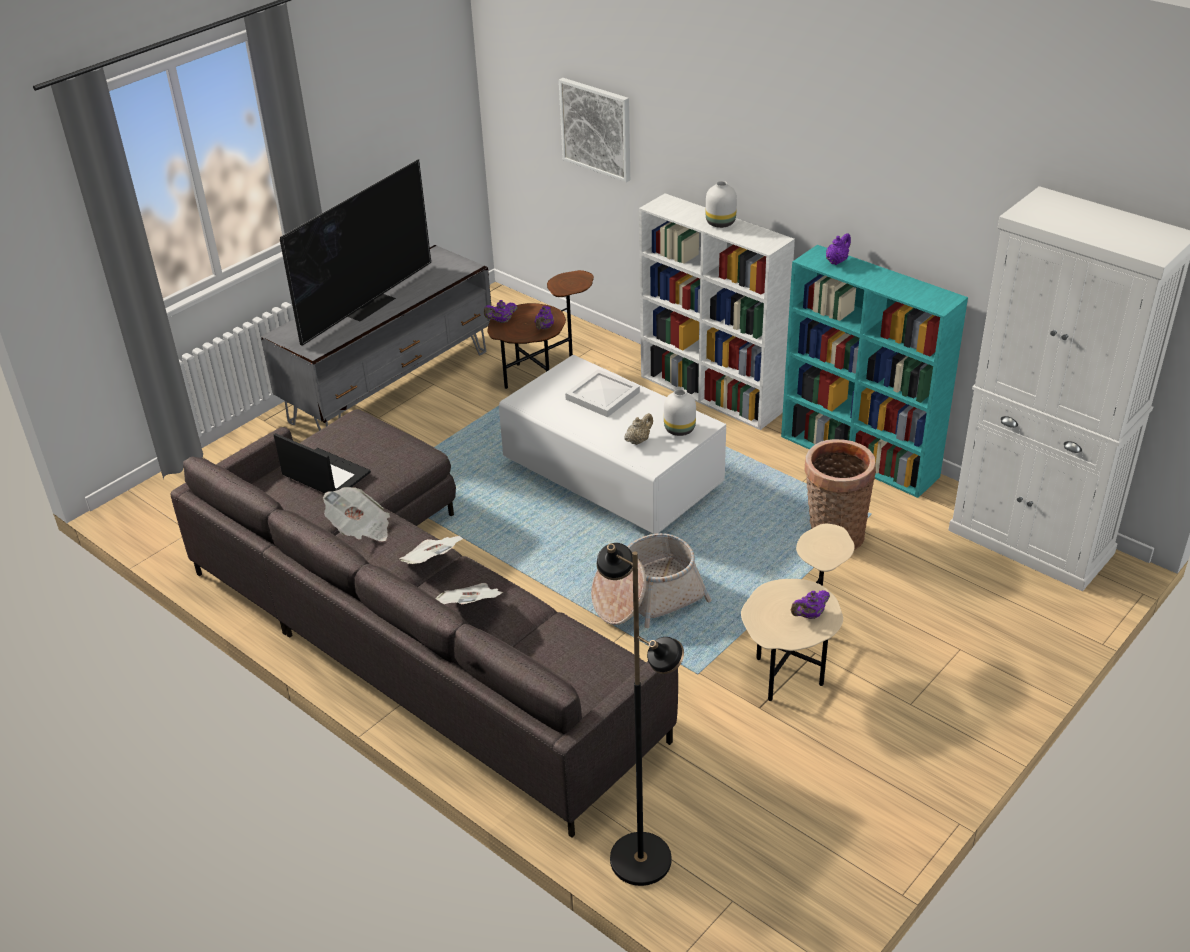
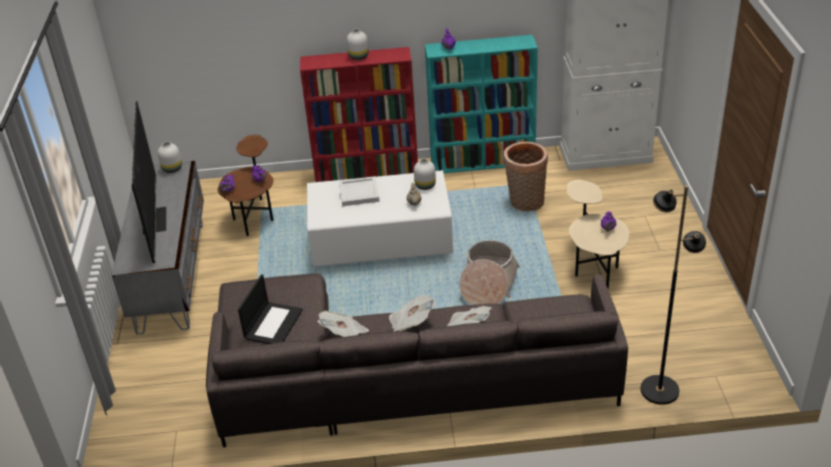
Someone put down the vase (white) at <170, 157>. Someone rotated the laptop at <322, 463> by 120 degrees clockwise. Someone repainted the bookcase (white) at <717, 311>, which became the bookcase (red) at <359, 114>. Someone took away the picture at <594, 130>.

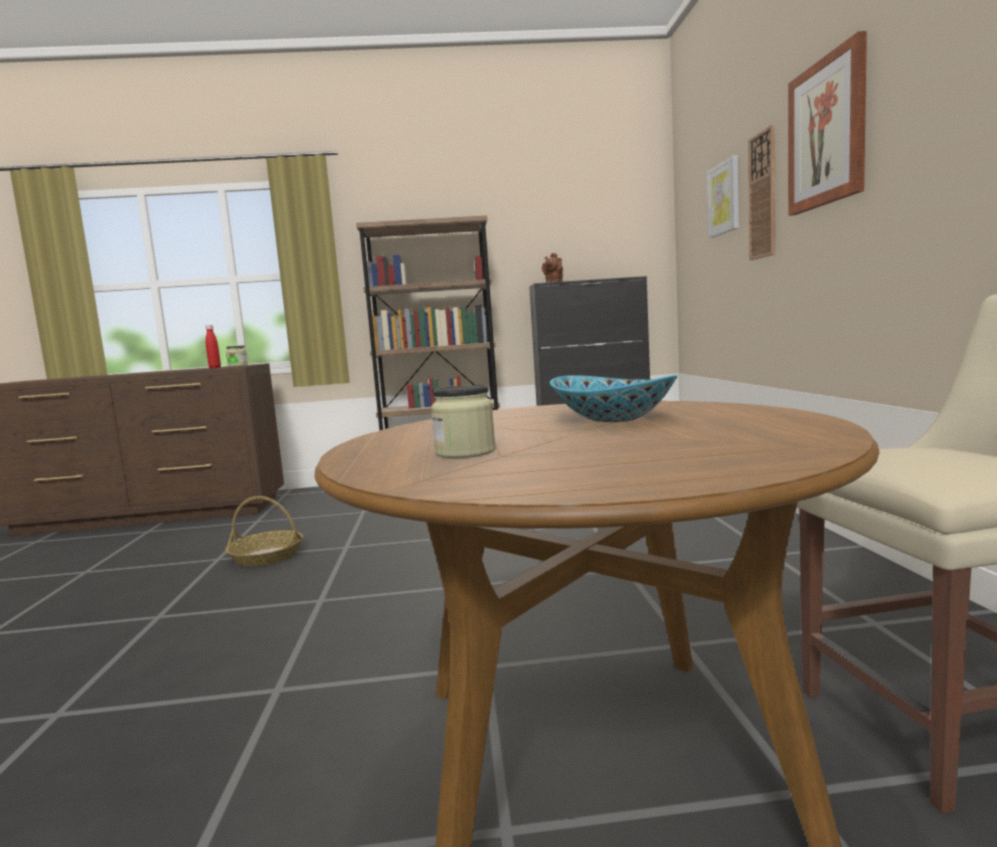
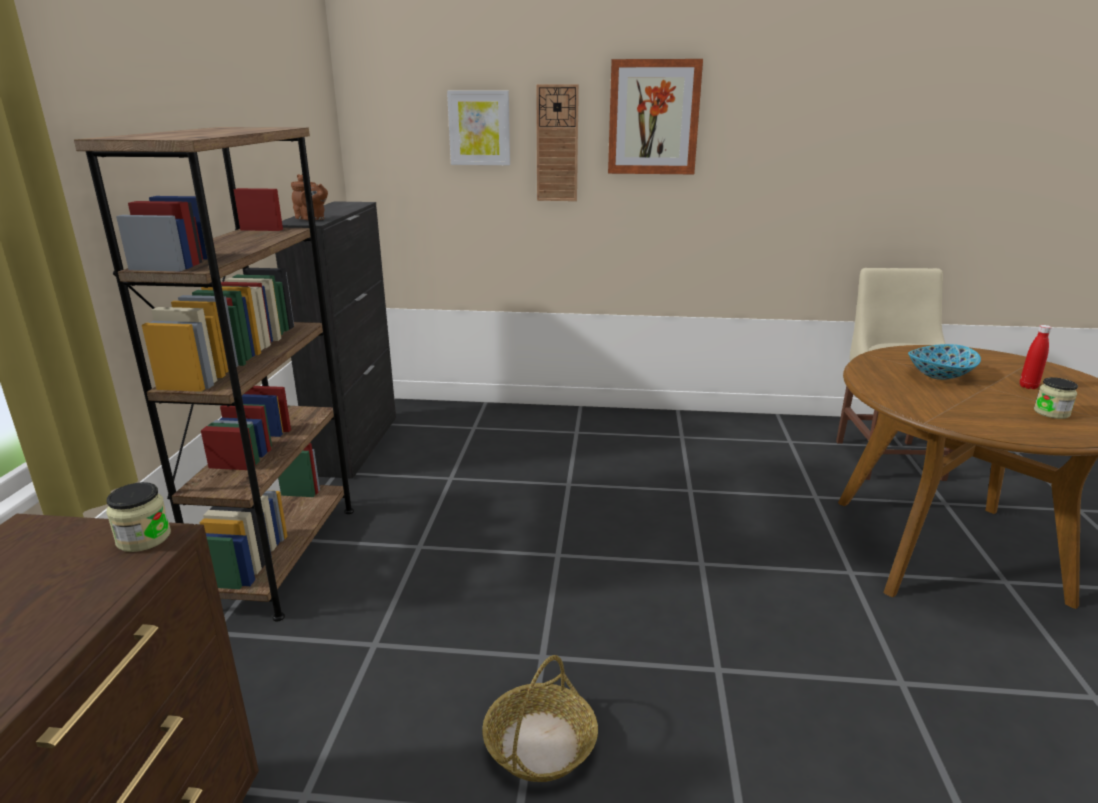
Someone carried the bottle (red) from <213, 346> to <1036, 357>.

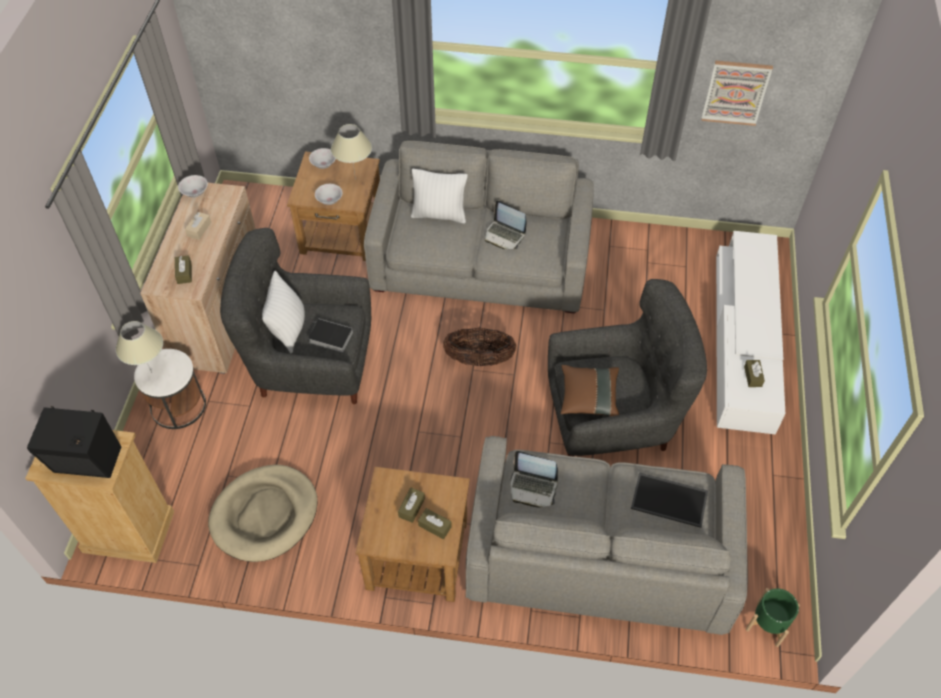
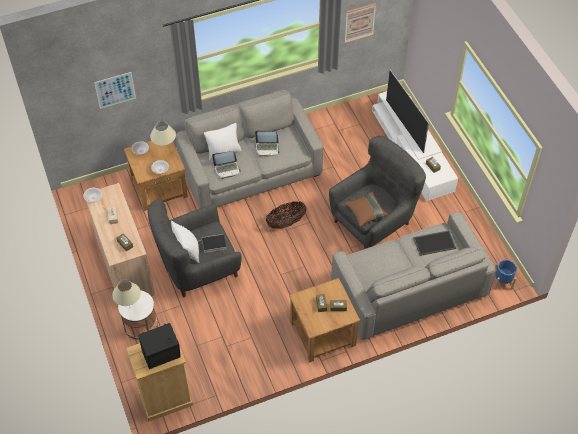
Someone put up the picture at <115, 90>. Someone carried the laptop from <534, 479> to <226, 165>. Someone put down the television at <407, 111>. Someone repainted the planter (green) at <773, 617>, which became the planter (blue) at <505, 274>. Someone took away the dog bed (beige) at <263, 513>.

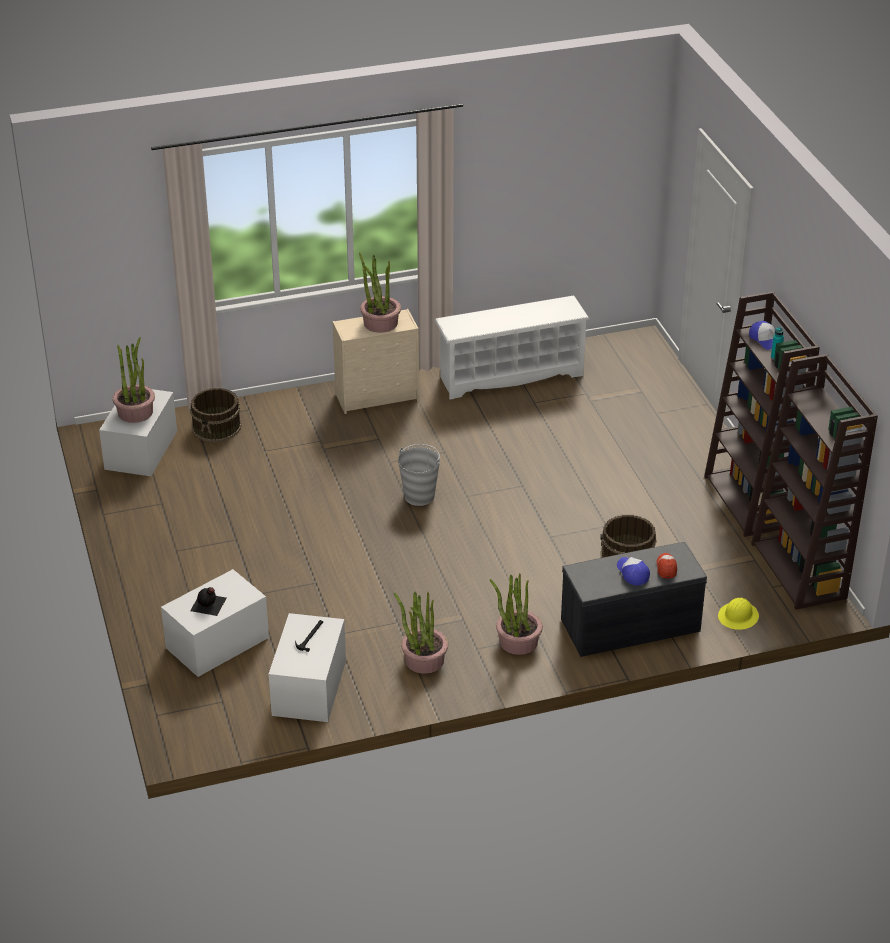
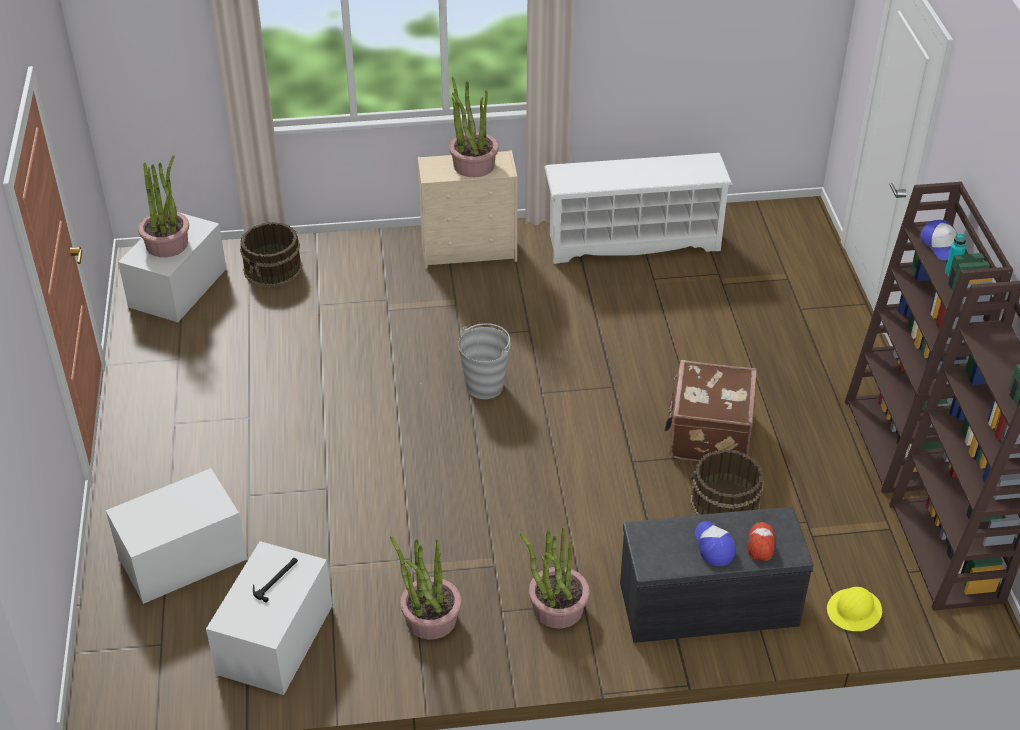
Someone put down the suitcase (brown) at <710, 410>. Someone took away the bottle (black) at <208, 601>.

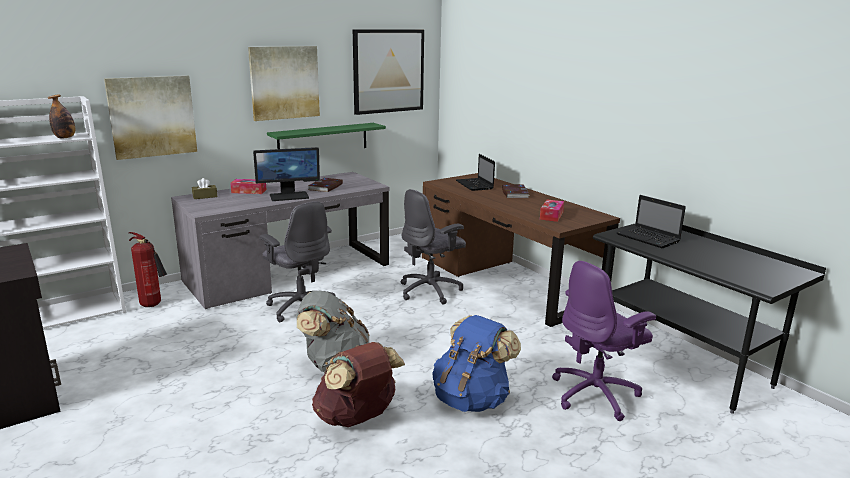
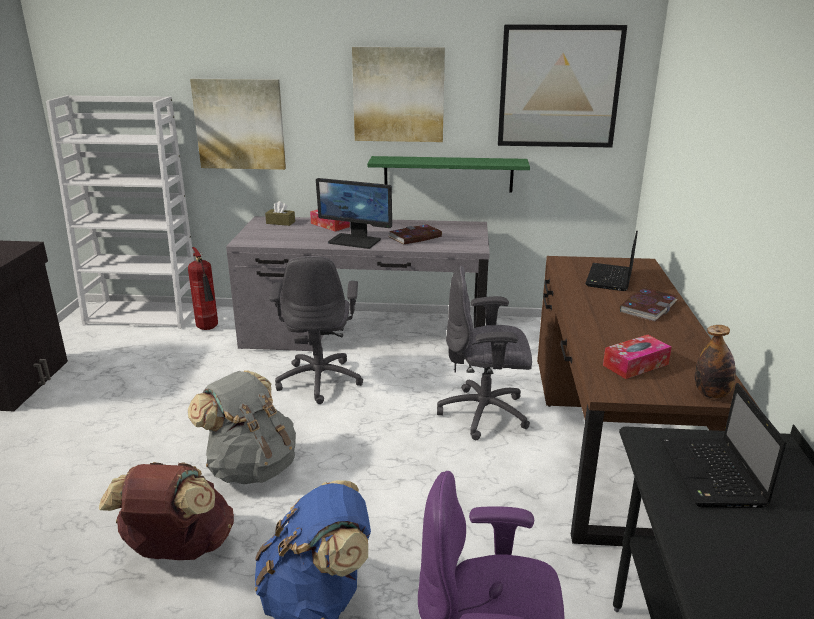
Someone carried the bottle from <61, 117> to <715, 362>.

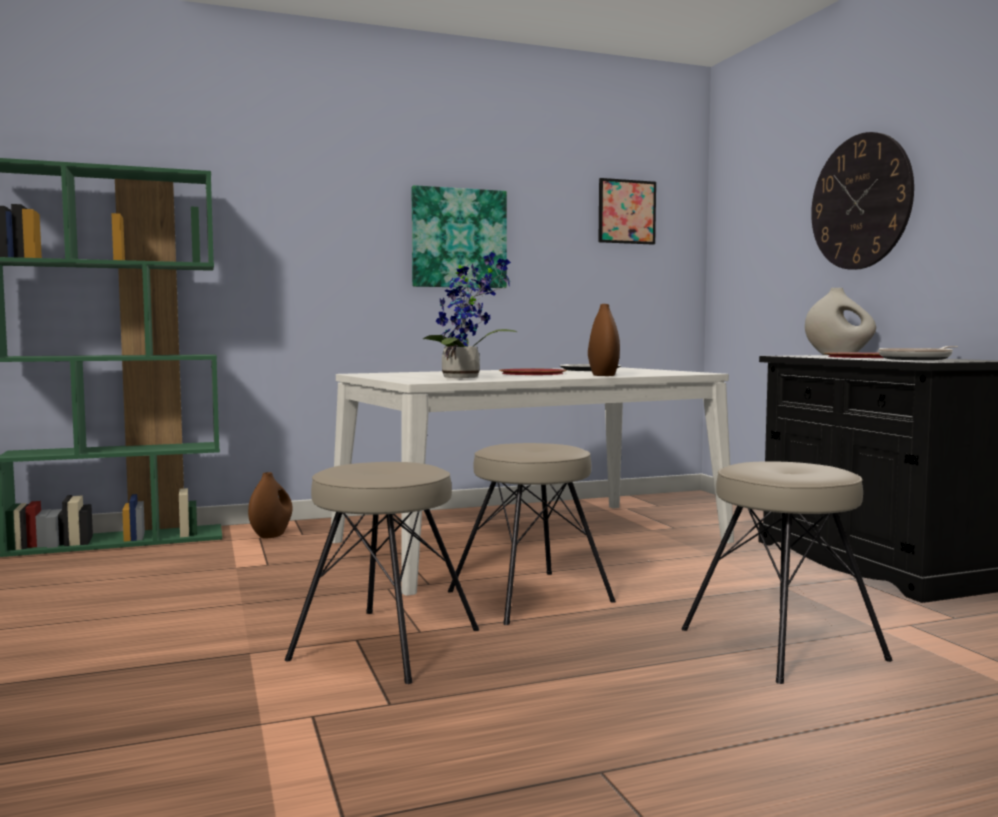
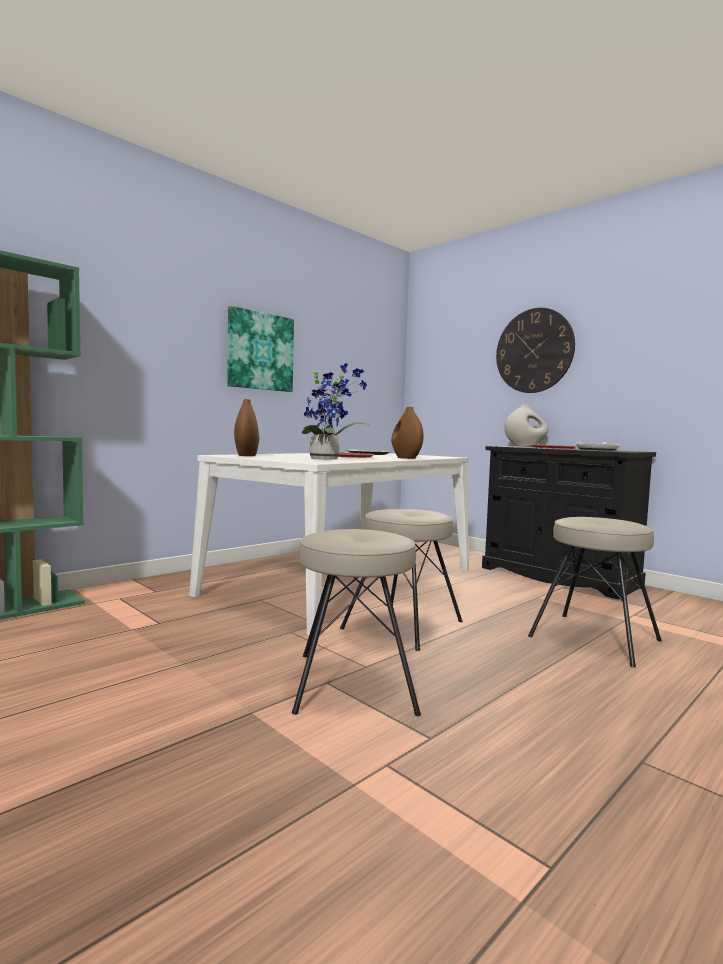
Someone carried the vase (brown) from <270, 505> to <246, 427>. Someone took away the picture at <627, 211>.

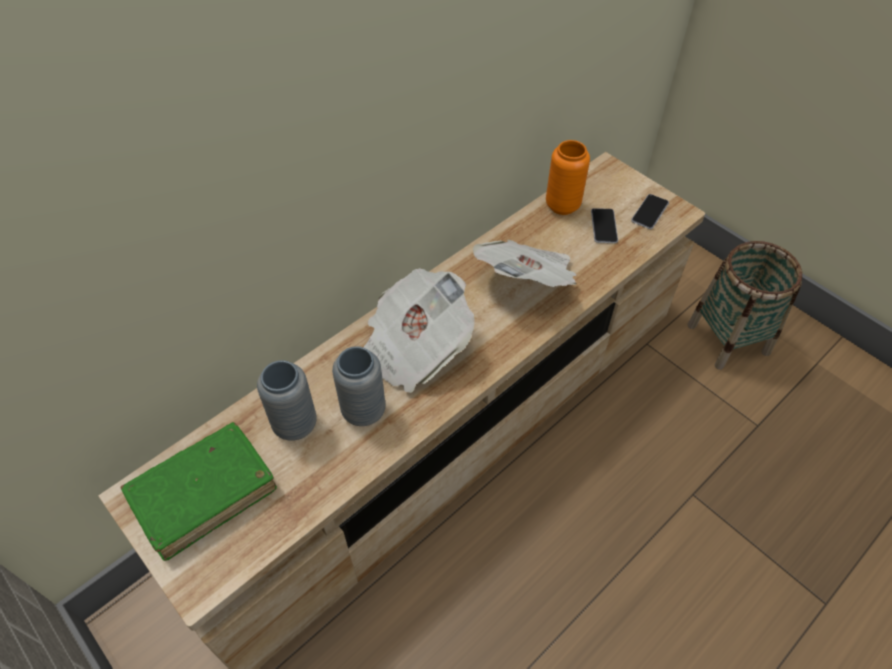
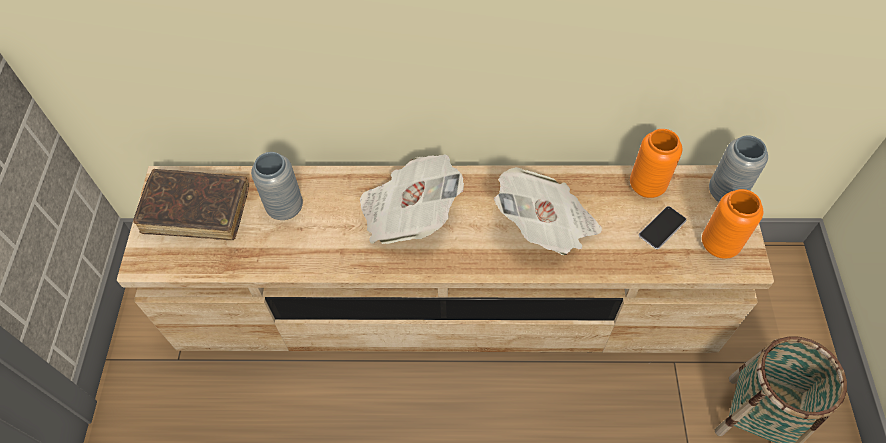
Someone repainted the book (green) at <199, 491>, which became the book (brown) at <191, 204>. Someone swapped the phone at <650, 211> for the vase (orange) at <732, 224>. Someone carried the vase (grey) from <359, 386> to <738, 168>.

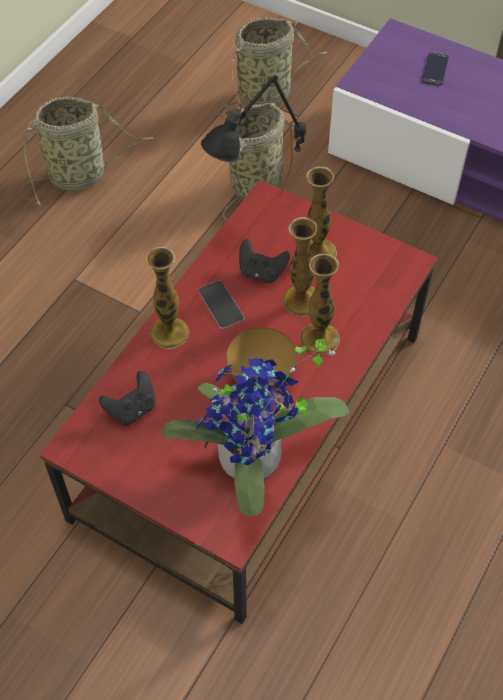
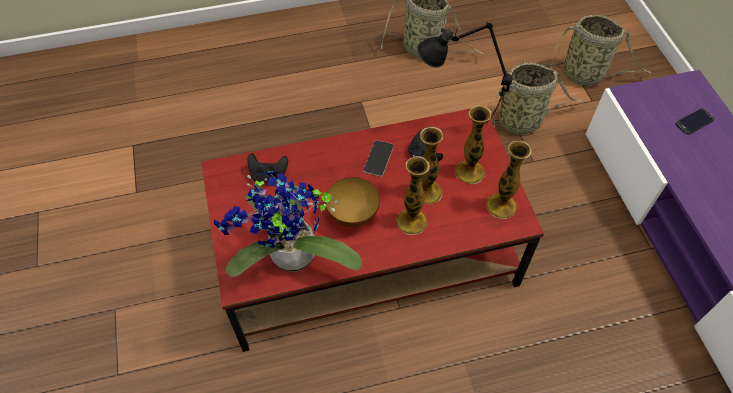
Someone carried the vase from <167, 298> to <509, 180>.

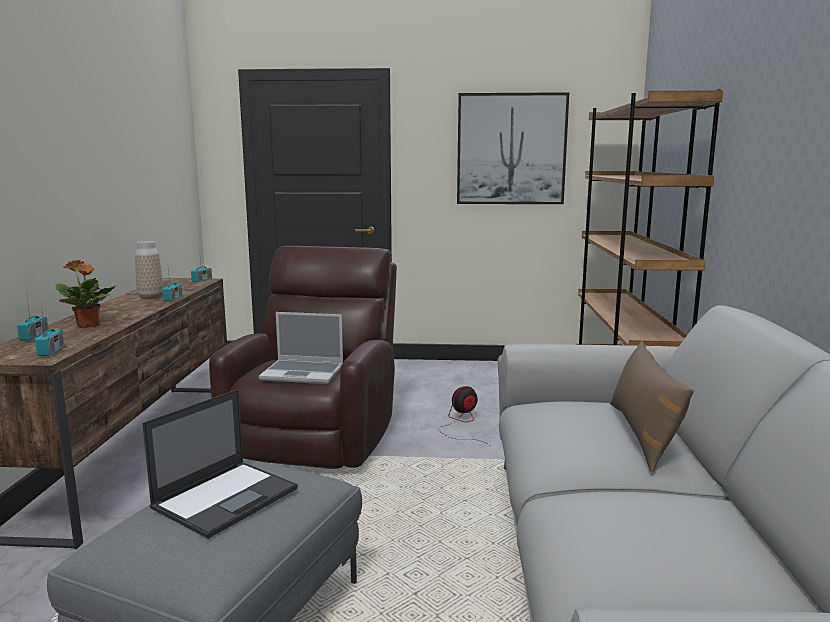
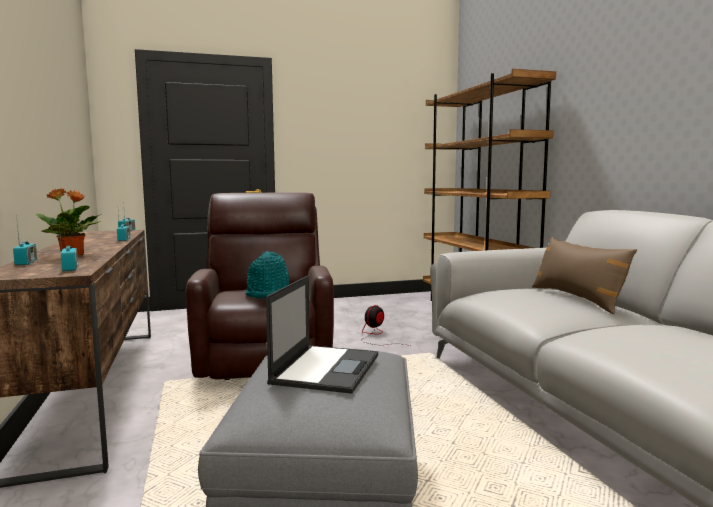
Someone swapped the laptop at <301, 348> for the hat (turquoise) at <267, 274>. Someone took away the vase at <149, 270>. Someone took away the picture at <513, 148>.

